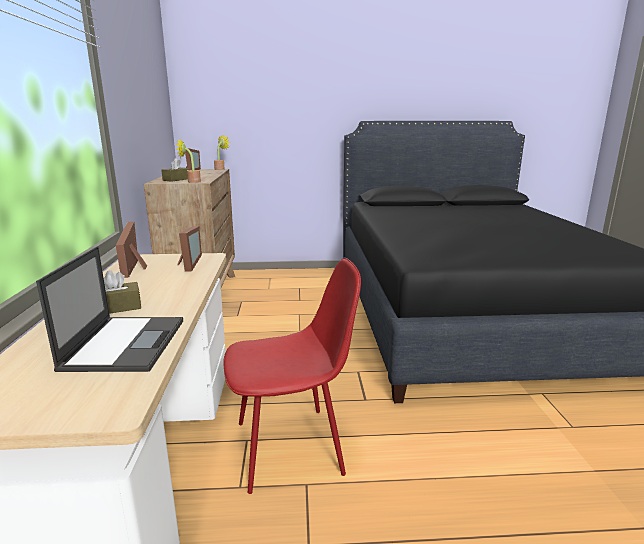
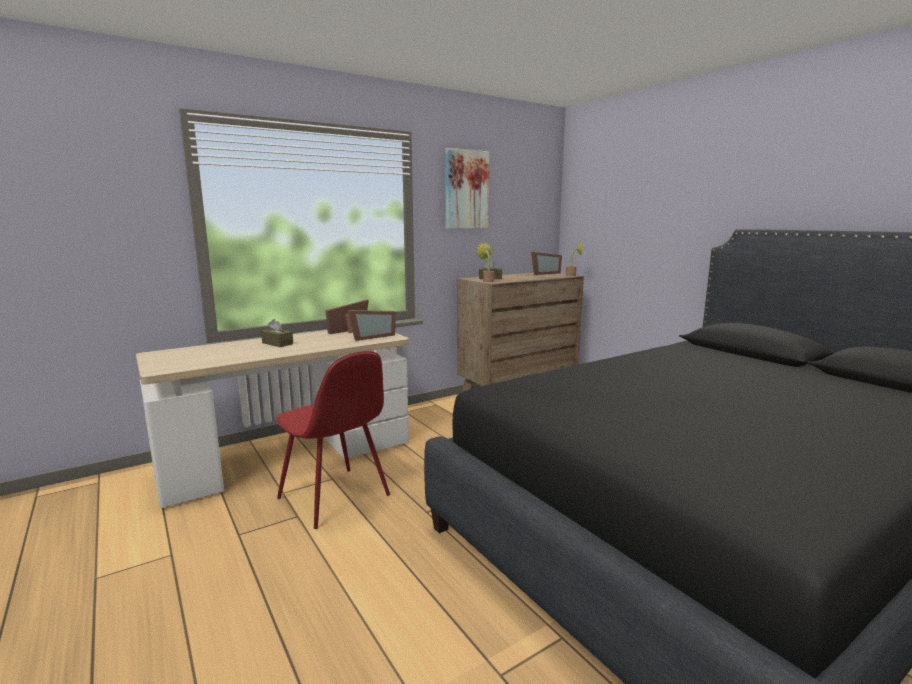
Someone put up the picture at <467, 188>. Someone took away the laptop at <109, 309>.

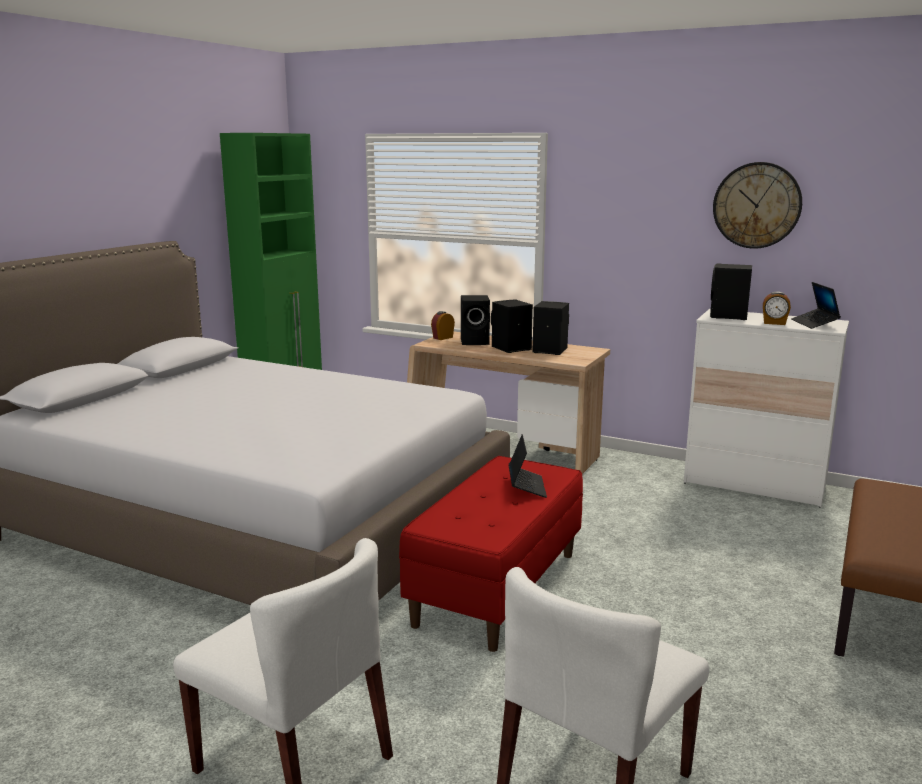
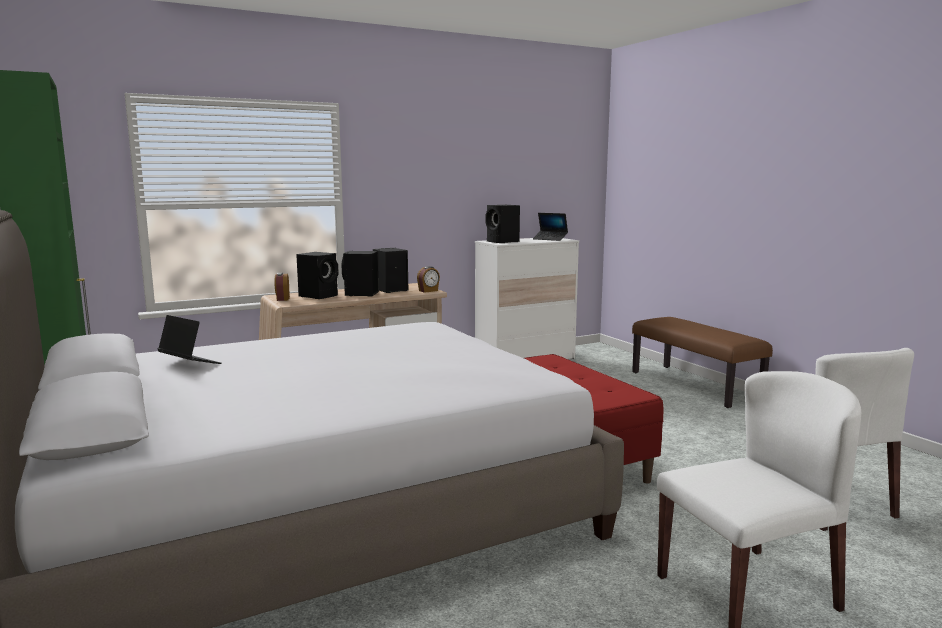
Someone carried the laptop from <528, 466> to <190, 339>. Someone carried the alarm clock from <777, 308> to <428, 279>. Someone took away the wall clock at <757, 205>.

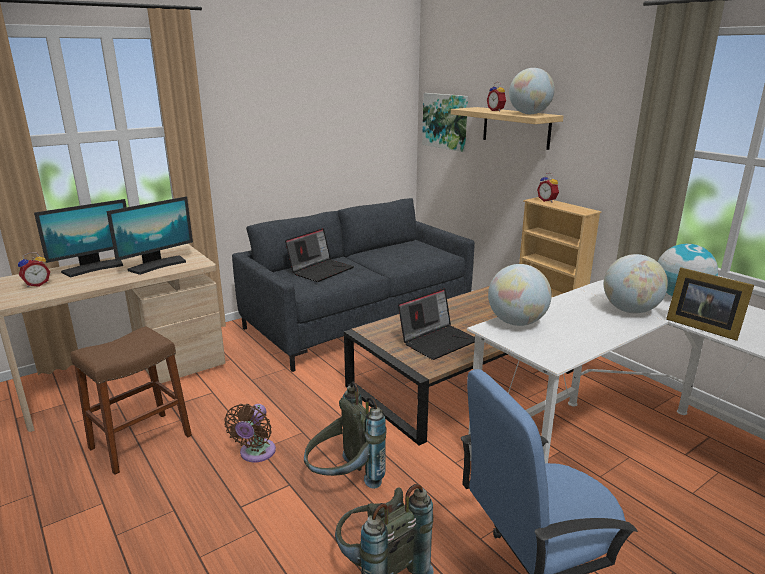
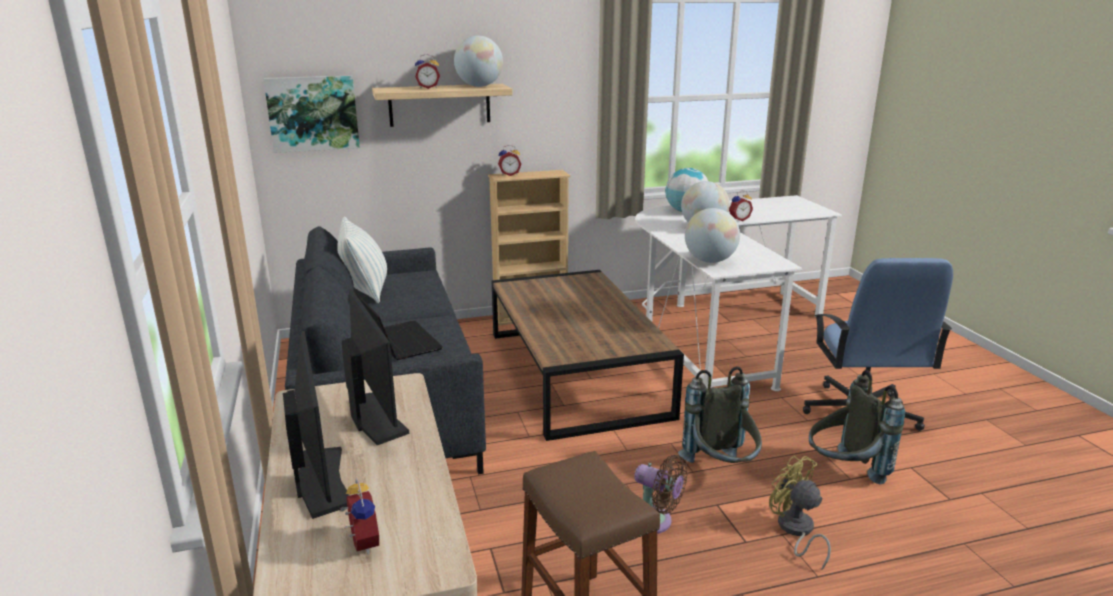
Someone put down the pillow at <362, 260>. Someone swapped the picture frame at <710, 304> for the alarm clock at <741, 205>. Someone put down the fan (yellow) at <800, 513>. Someone took away the laptop at <436, 324>.

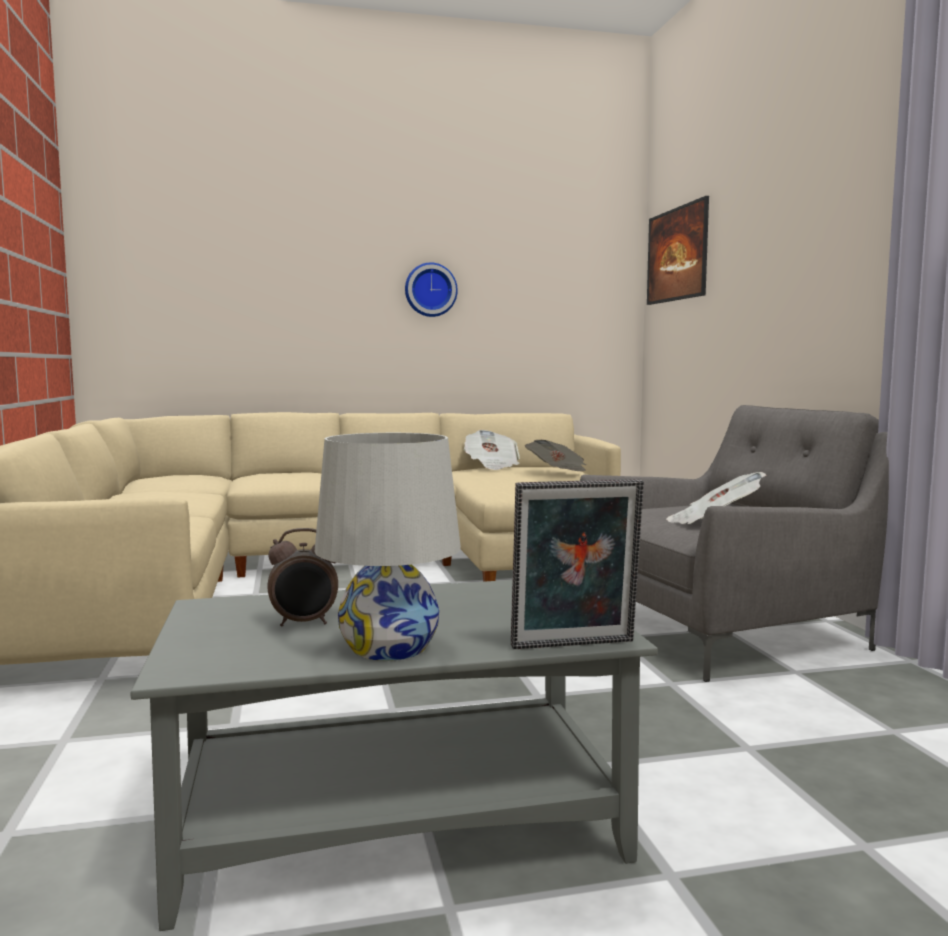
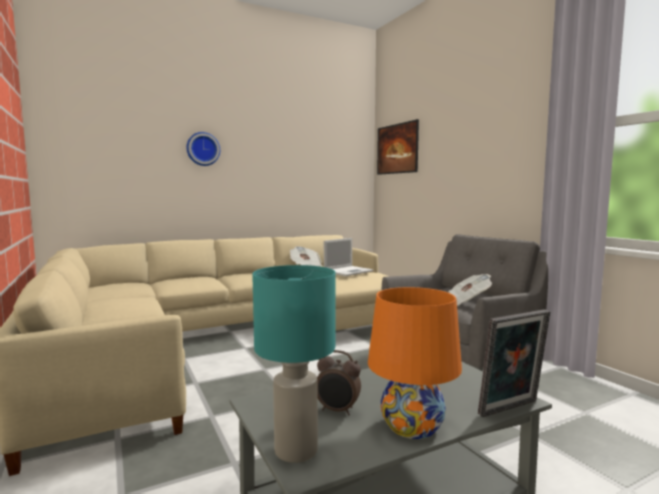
Someone carried the wall clock from <431, 290> to <203, 149>. Someone put down the table lamp (turquoise) at <294, 364>. Someone rotated the alarm clock at <302, 577> by 45 degrees clockwise. Someone swapped the newspaper at <555, 455> for the laptop at <348, 257>. Someone repainted the table lamp (white) at <387, 547>, which became the table lamp (orange) at <415, 363>.

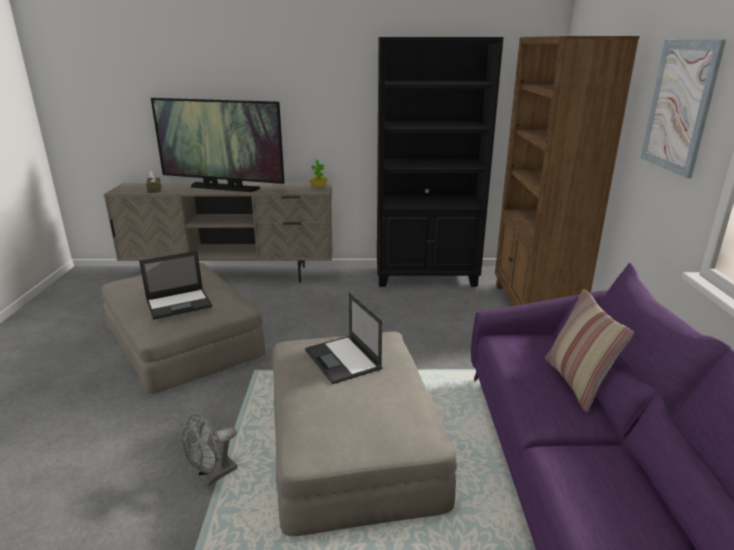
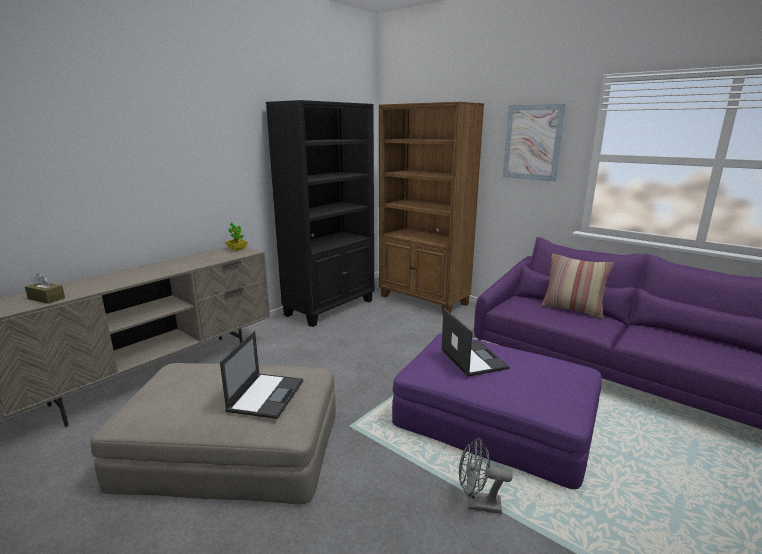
Someone repainted the ottoman (beige) at <364, 433>, which became the ottoman (purple) at <497, 411>. Someone rotated the laptop at <343, 338> by 120 degrees counterclockwise. Someone rotated the fan (grey) at <210, 450> by 105 degrees clockwise. Someone took away the television at <217, 145>.

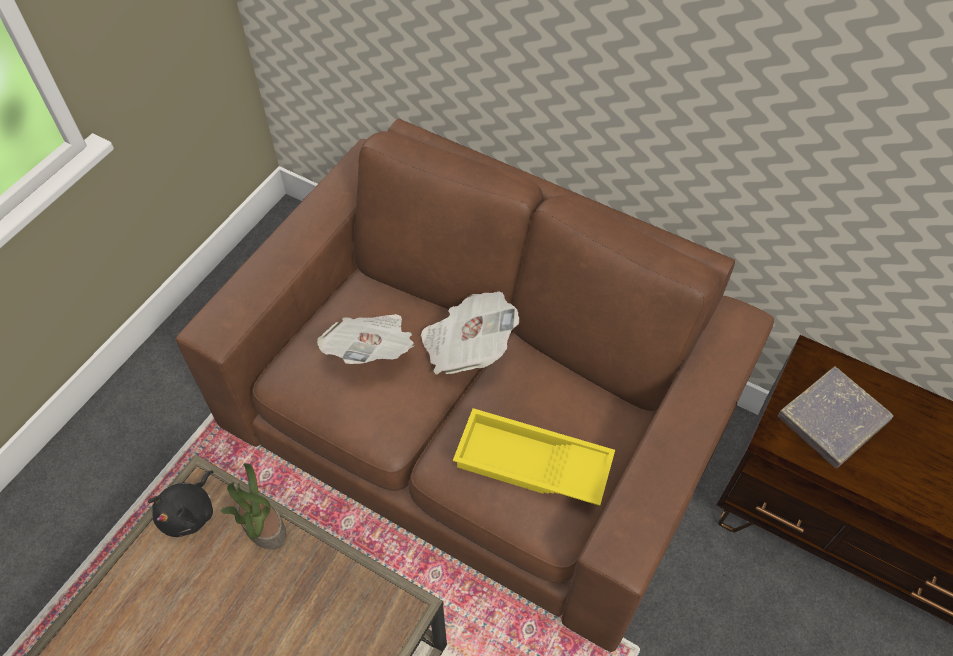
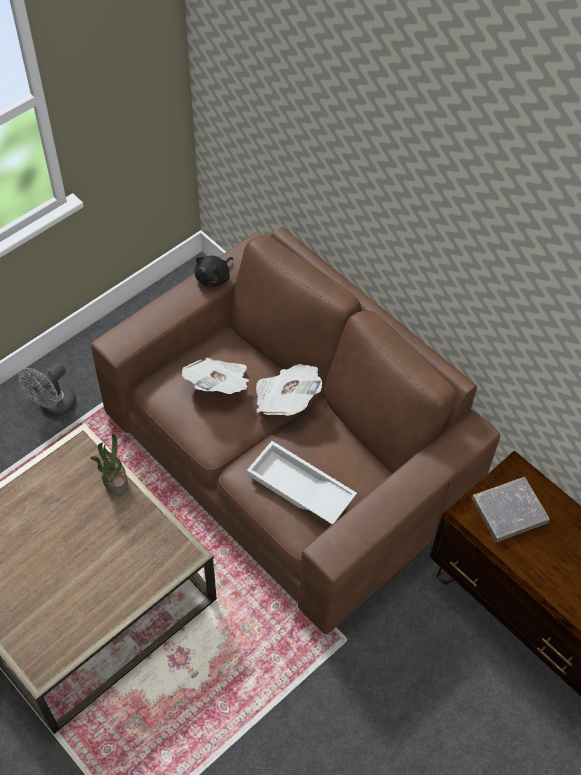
Someone put down the fan (grey) at <47, 389>. Someone carried the plush toy (black) from <180, 503> to <213, 270>. Someone repainted the tray (yellow) at <534, 457>, which became the tray (white) at <302, 482>.

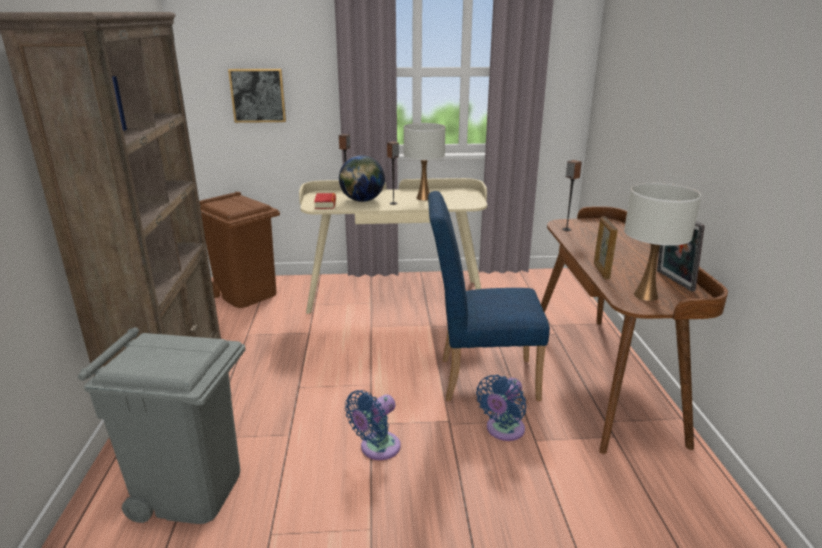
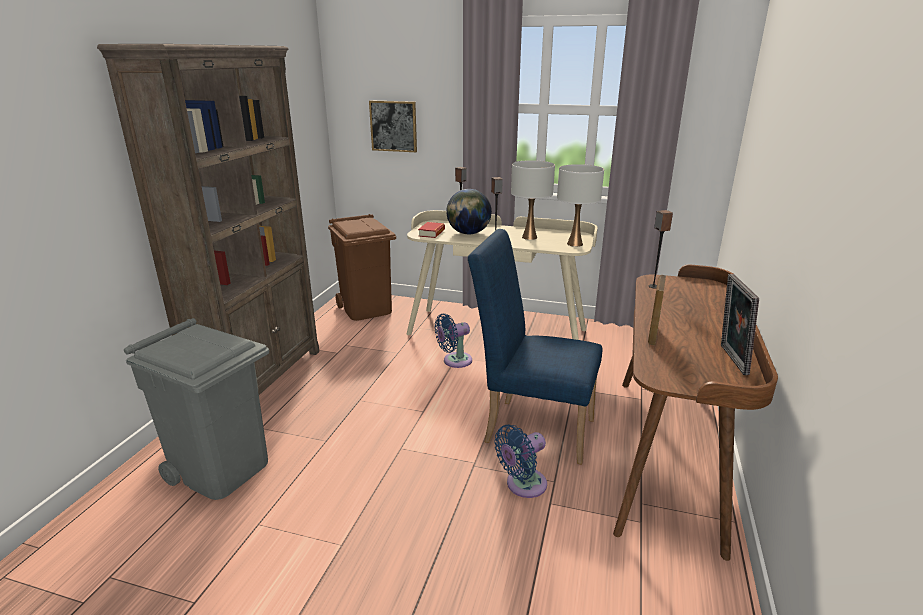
Someone carried the fan (blue) from <373, 425> to <453, 341>. Someone carried the table lamp (white) from <662, 242> to <580, 205>.

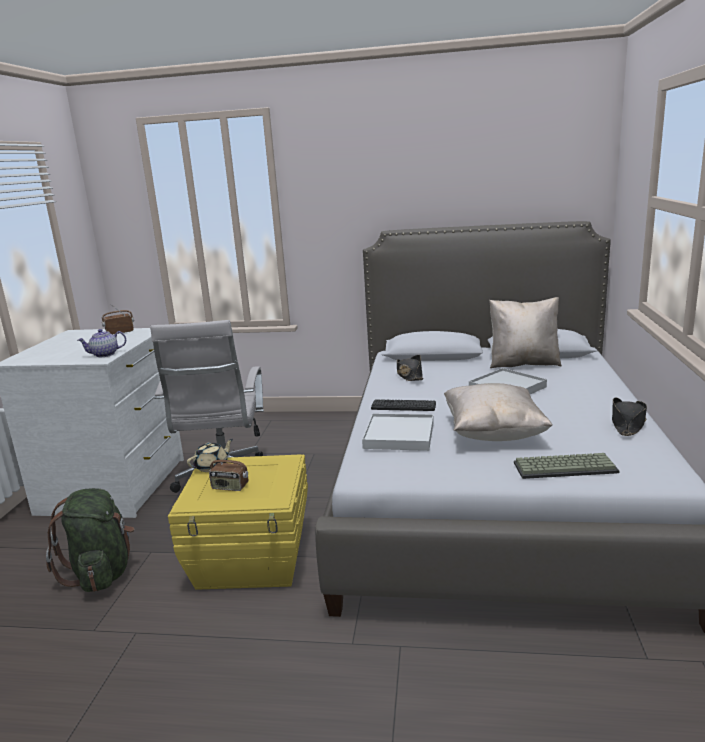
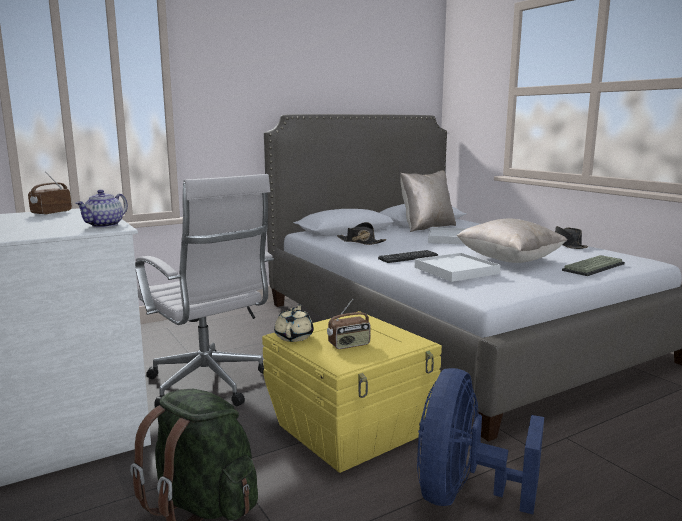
Someone put down the fan (blue) at <480, 441>.

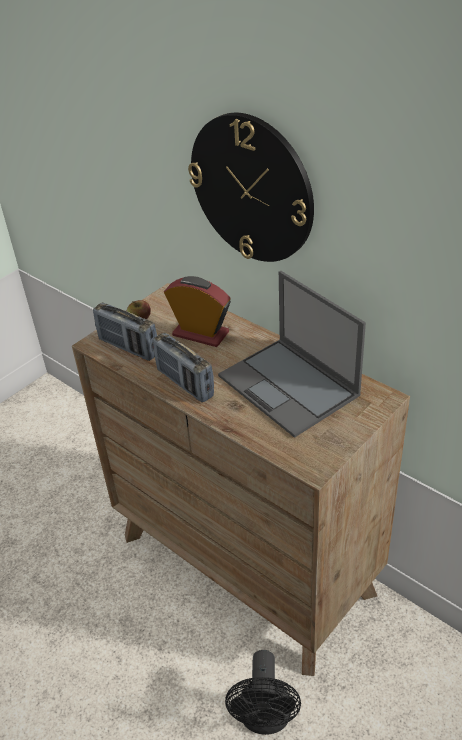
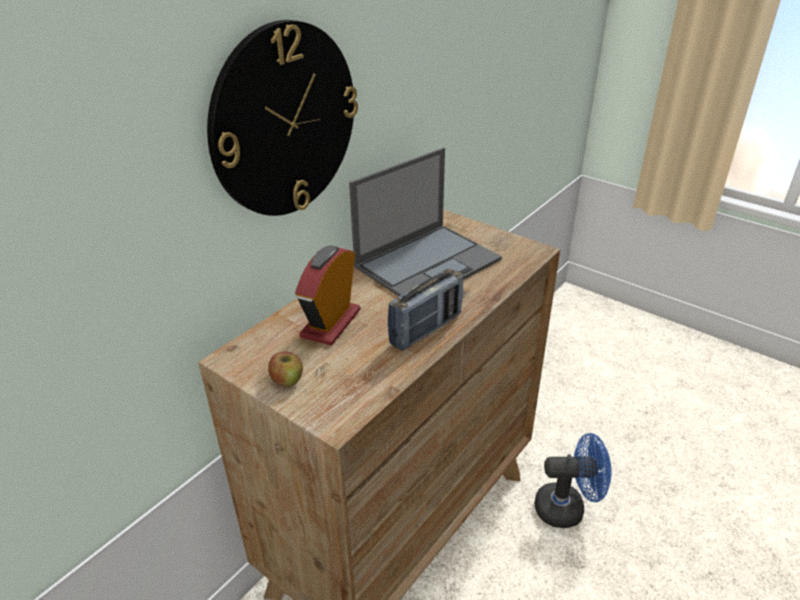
Someone repainted the fan (black) at <263, 692>, which became the fan (blue) at <573, 480>. Someone took away the radio at <125, 331>.

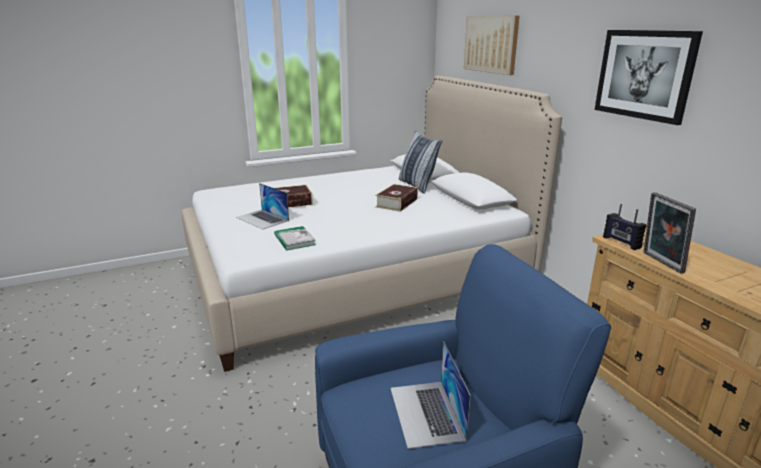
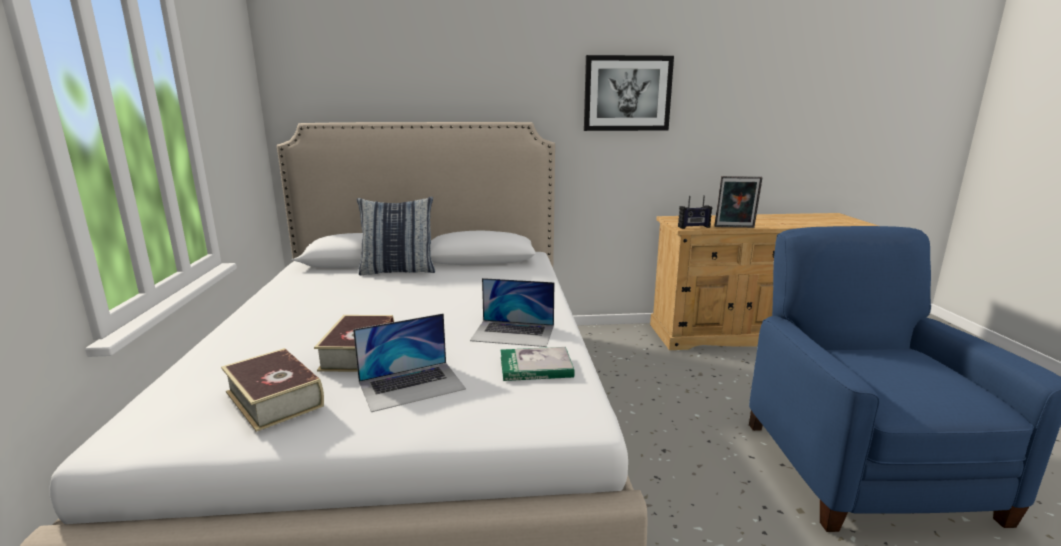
Someone carried the book from <396, 198> to <272, 390>. Someone carried the laptop from <430, 395> to <512, 312>. Someone took away the picture at <491, 45>.

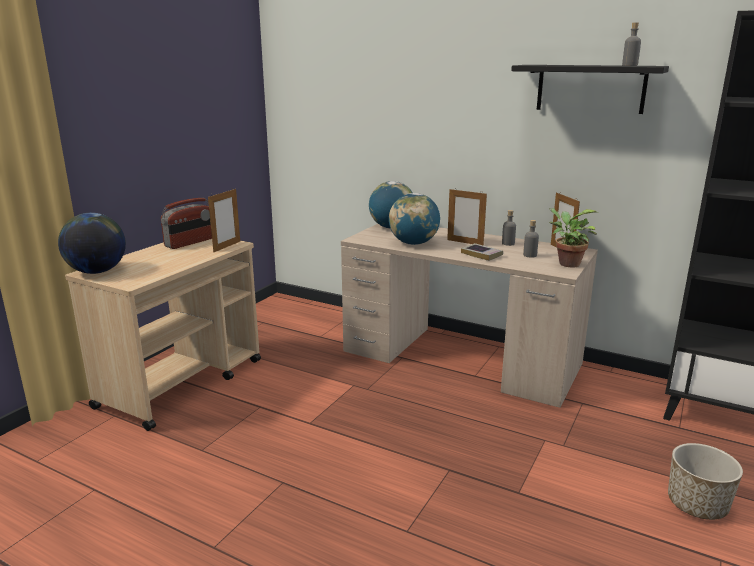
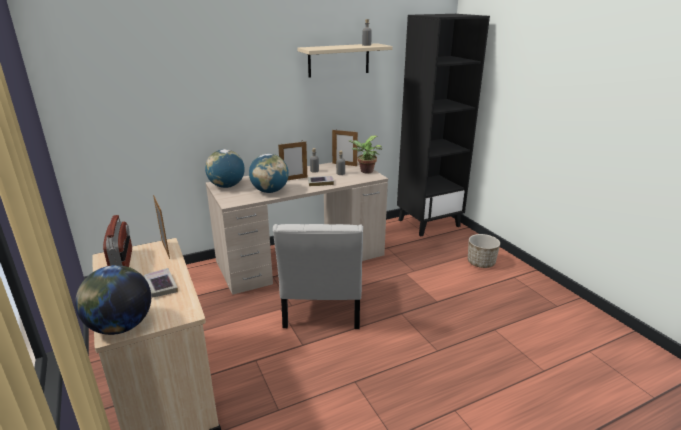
Someone put down the book at <161, 282>. Someone put down the chair (white) at <318, 276>. Someone repainted the shelf (black) at <590, 89>, which became the shelf (beige) at <345, 60>.

